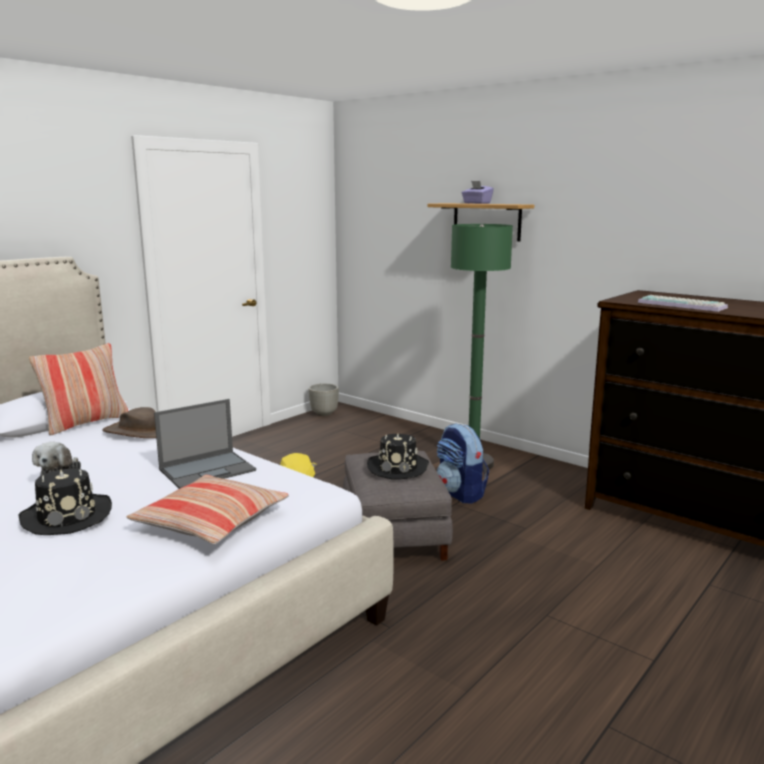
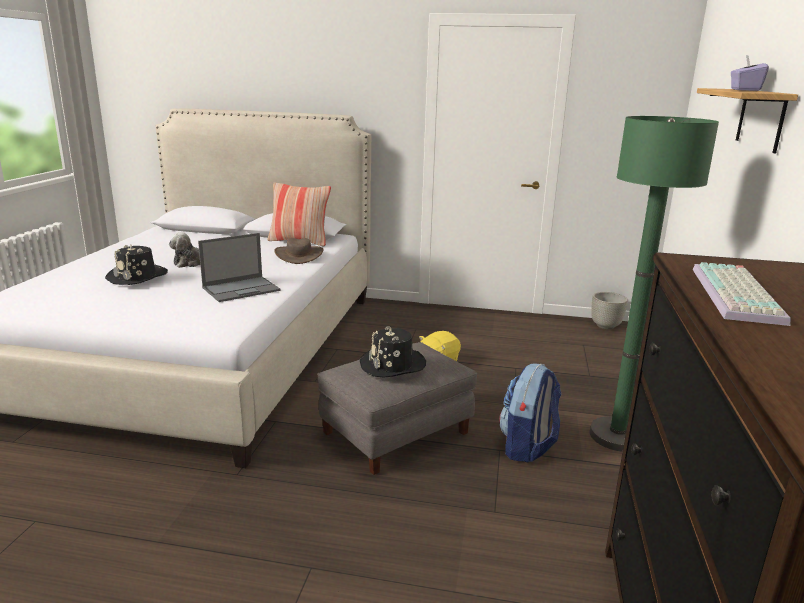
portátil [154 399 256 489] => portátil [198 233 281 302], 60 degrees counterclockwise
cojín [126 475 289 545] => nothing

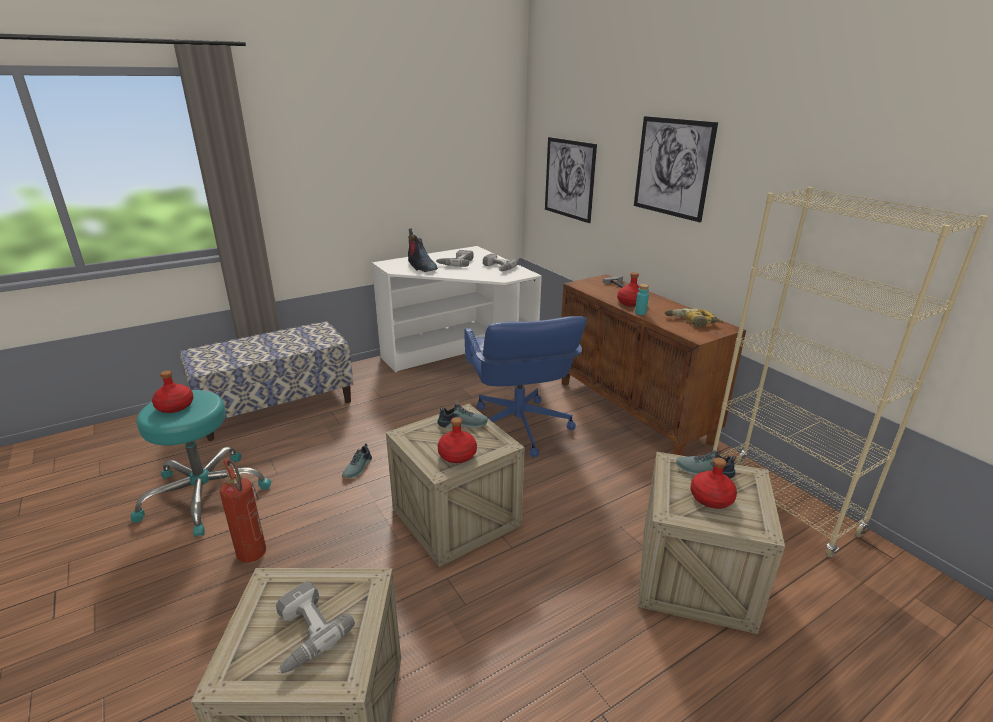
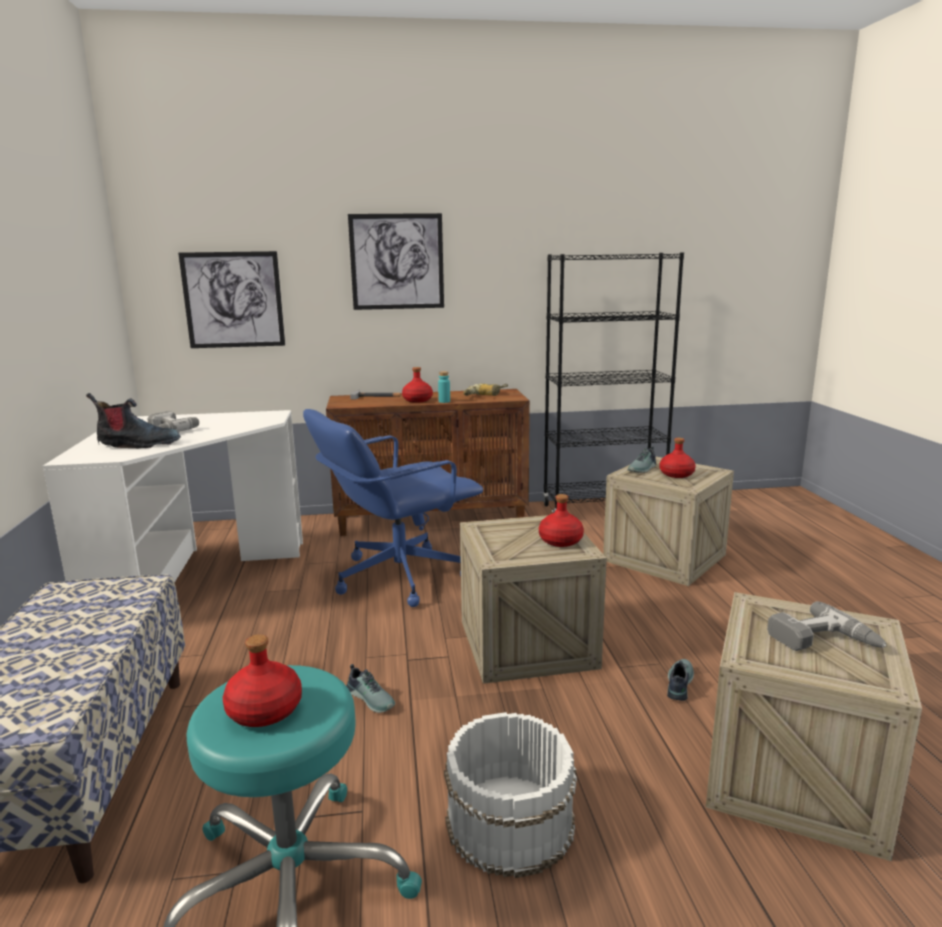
estantería (beis) [713 187 988 558] => estantería (negro) [543 252 684 513]
taladro [483 254 519 271] => nothing
silla de oficina (azul) [464 316 587 457] => silla de oficina (azul) [303 409 483 607], 135 degrees clockwise
zapato [437 404 488 428] => zapato [667 659 694 701], shifted
extintor [220 458 266 563] => cubo (blanco) [444 712 577 878]

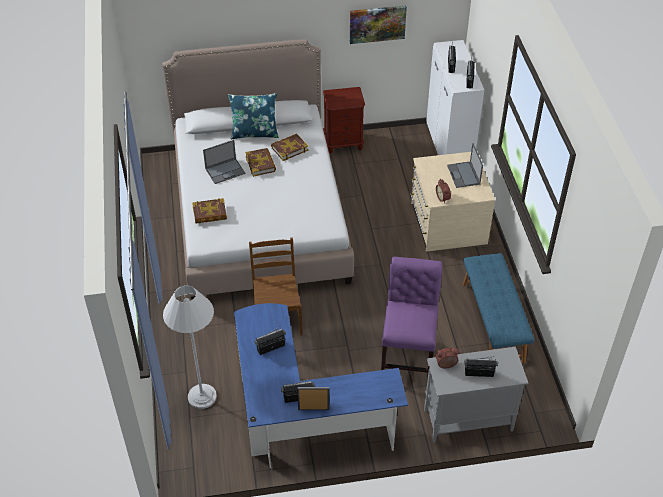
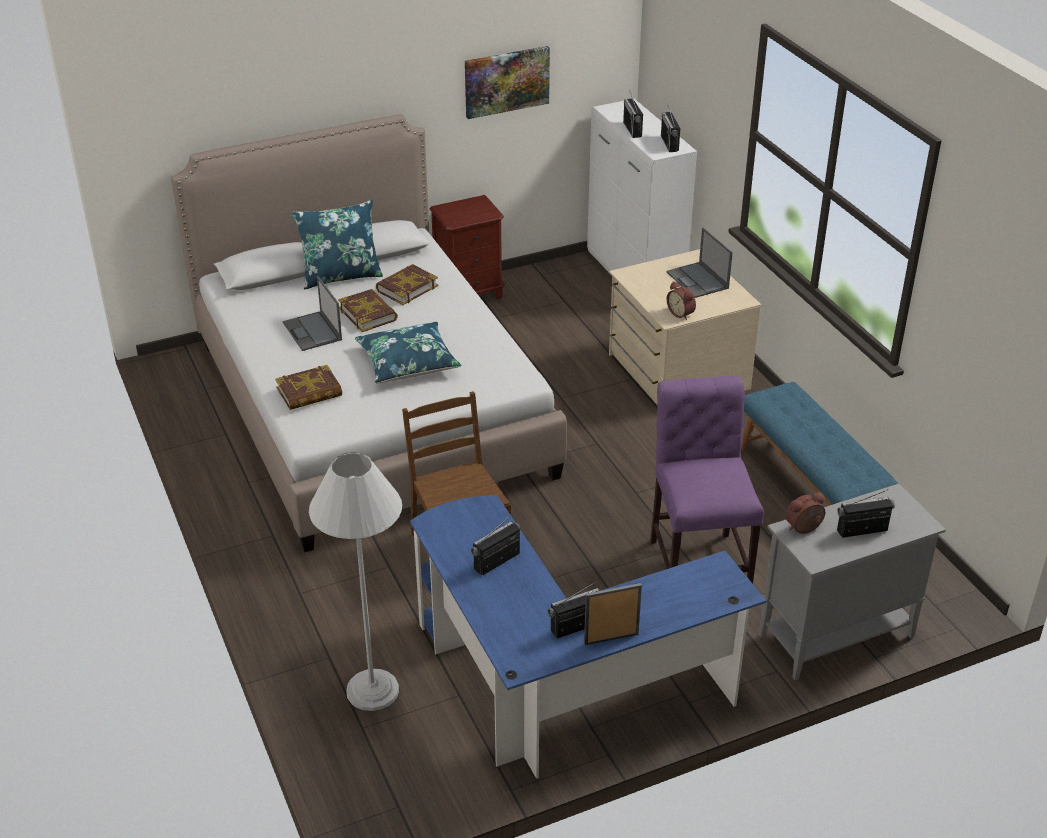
portátil [203 140 246 184] => portátil [283 276 342 351], 105 degrees clockwise
nothing => cojín (azul) [355 322 462 383]

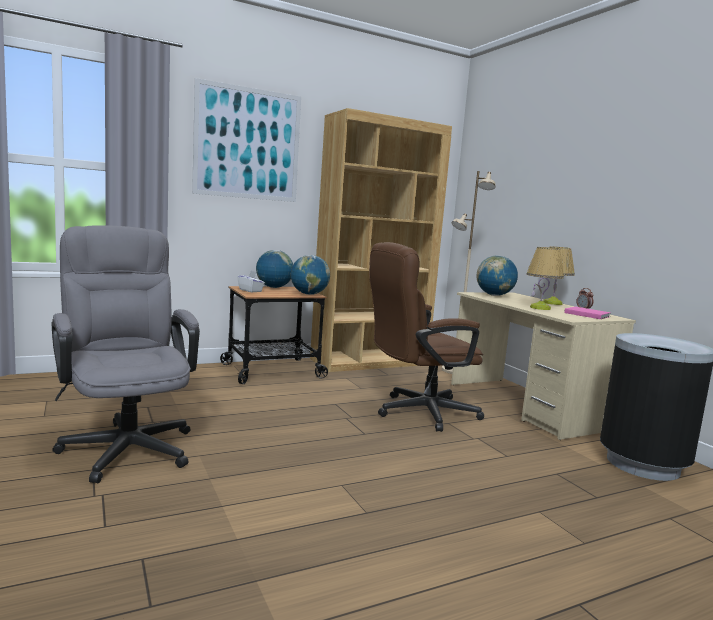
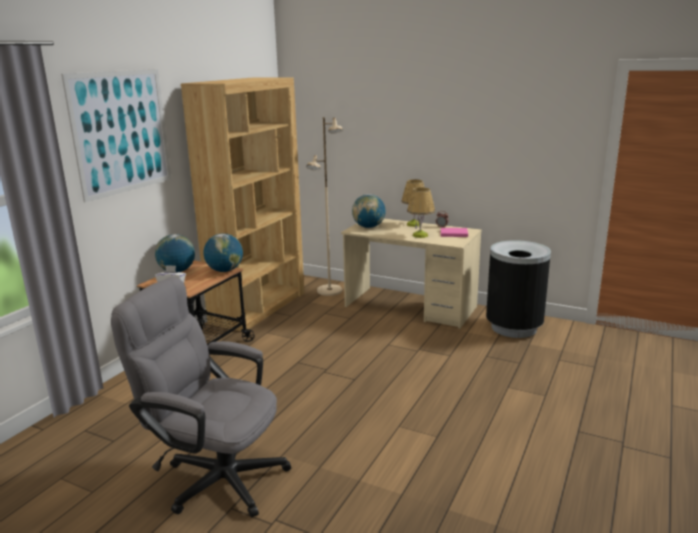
silla de oficina (marrón) [369 242 484 432] => nothing

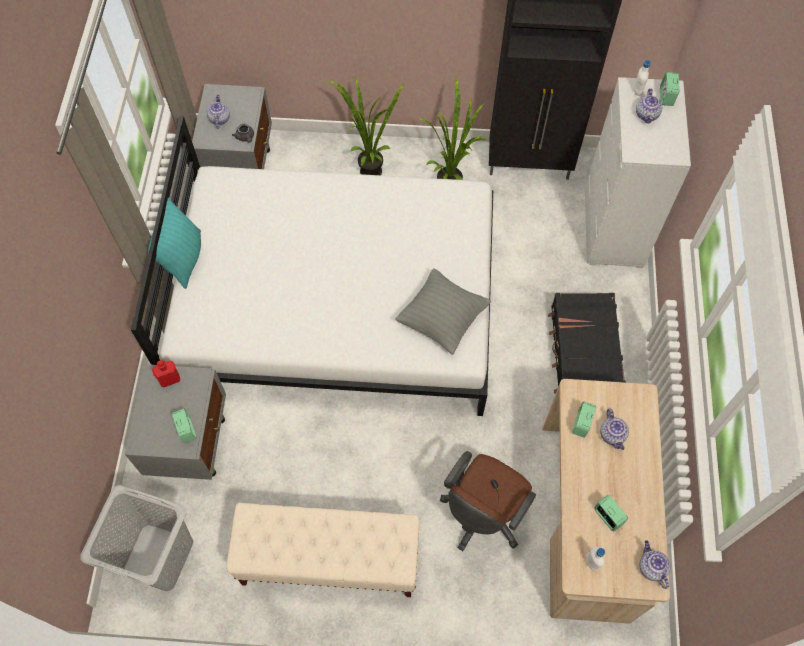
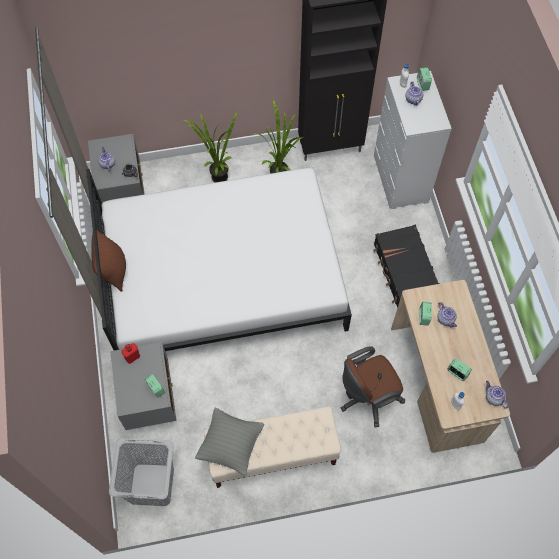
cojín (turquesa) [148 197 201 289] => cojín (marrón) [91 229 126 292]
cojín (gris) [395 268 491 355] => cojín (gris) [195 408 264 476], shifted
silla de oficina (marrón) [440 451 536 551] => silla de oficina (marrón) [341 346 405 427], 45 degrees clockwise

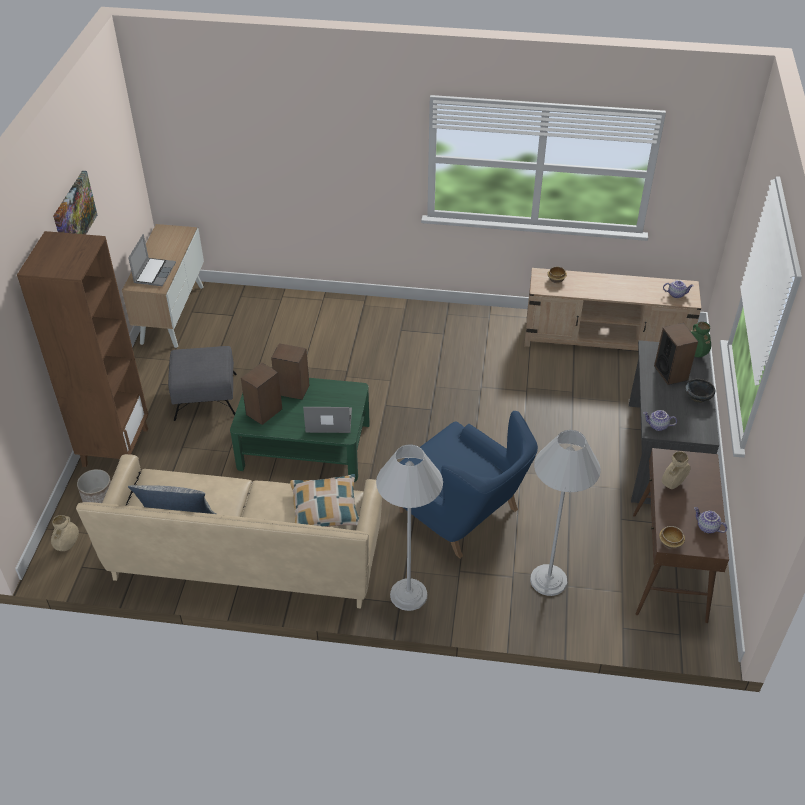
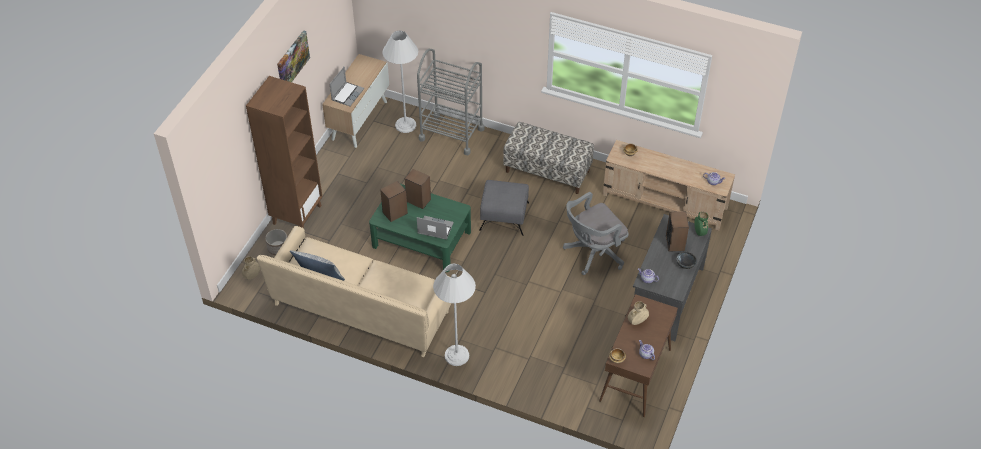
puf (gris) [168 346 237 421] => puf (gris) [479 180 529 236], shifted
sillón (azul) [399 411 538 559] => nothing
lámpara de pie (blanco) [530 430 601 596] => lámpara de pie (blanco) [382 31 418 133], shifted
cojín [290 474 359 527] => nothing
nothing => carrito (gris) [417 49 484 155]
nothing => banco [503 122 594 194]
nothing => silla de oficina (gris) [563 192 629 275]

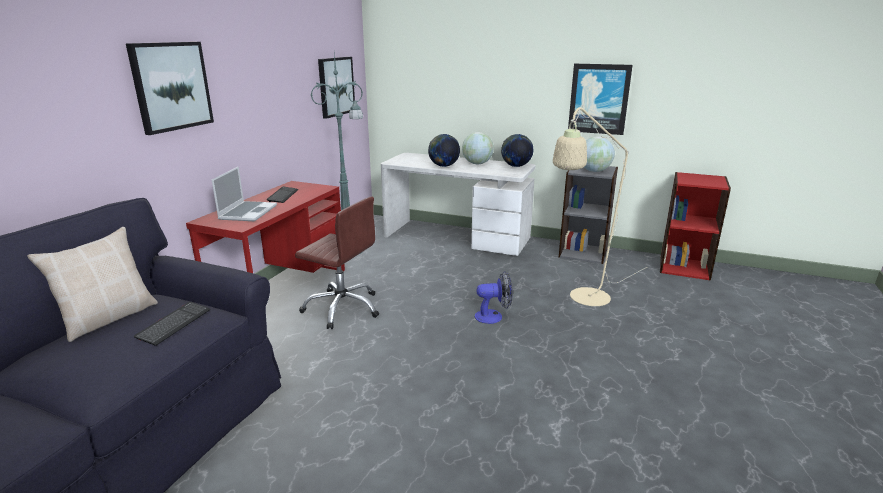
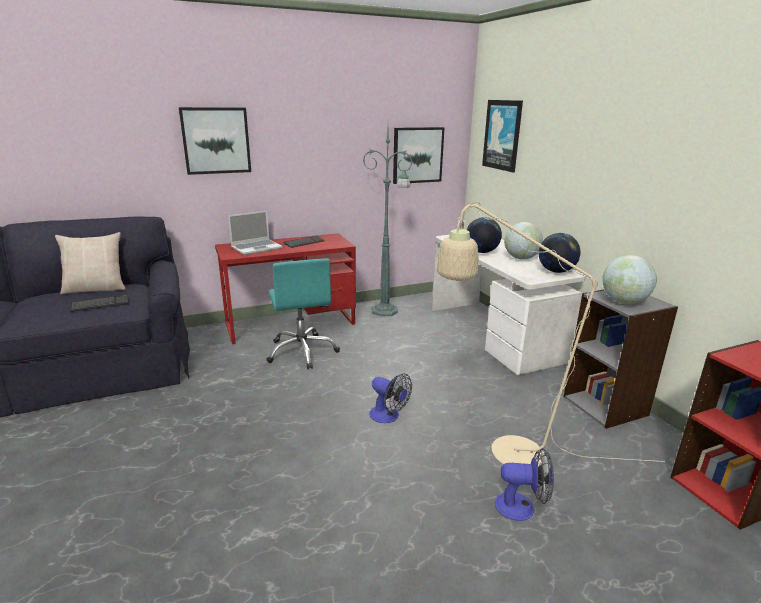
cuadro [568 64 633 135] => cuadro [482 100 523 173], shifted
silla de oficina (marrón) [295 196 379 329] => silla de oficina (turquesa) [266 258 340 369]
nothing => ventilador [495 448 554 521]

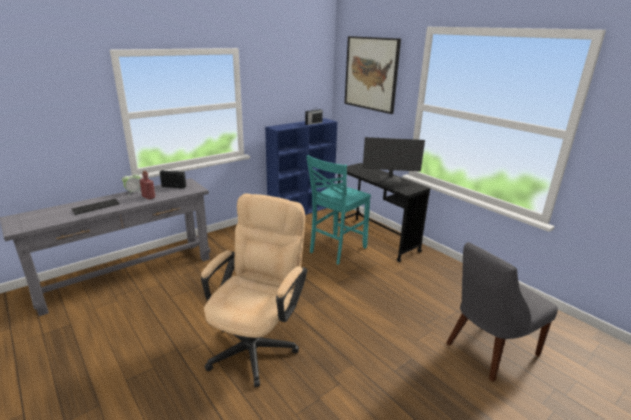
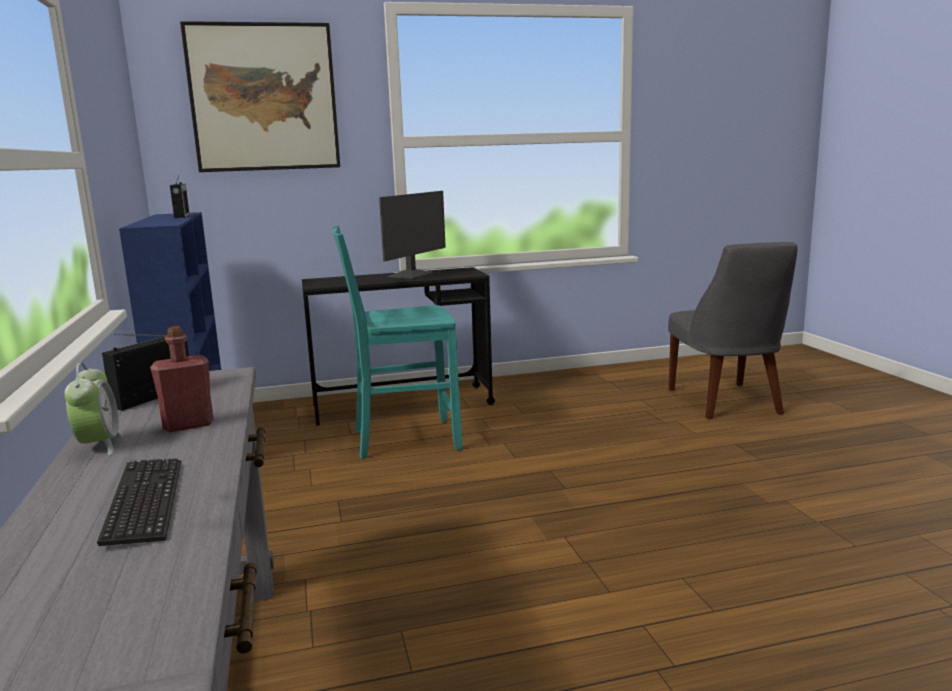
silla (turquesa) [306 155 371 265] => silla (turquesa) [333 226 462 459], 105 degrees clockwise
silla de oficina (beis) [201 194 307 387] => nothing

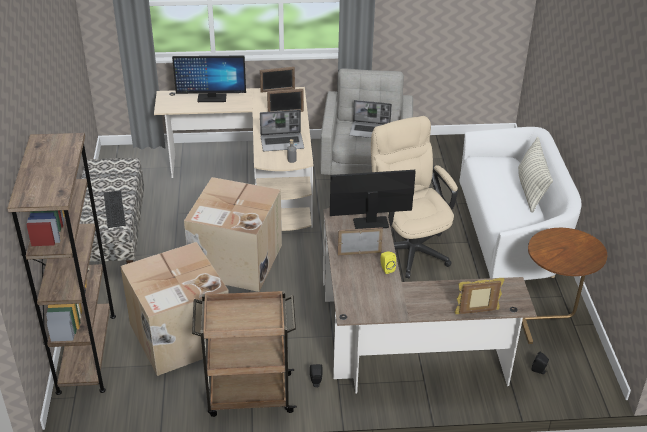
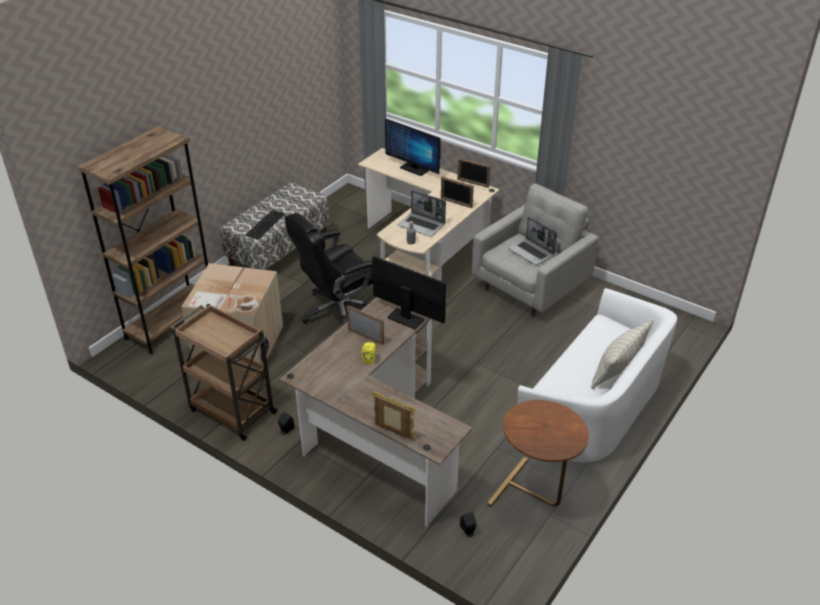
silla de oficina (beis) [371 116 458 279] => nothing
caja de cartón [184 177 282 292] => silla de oficina (negro) [285 213 373 325]

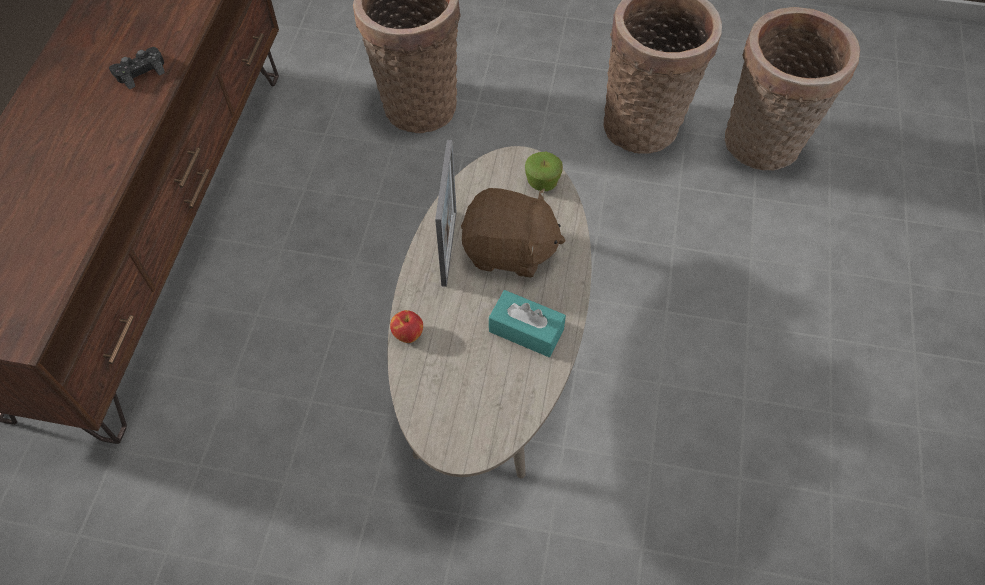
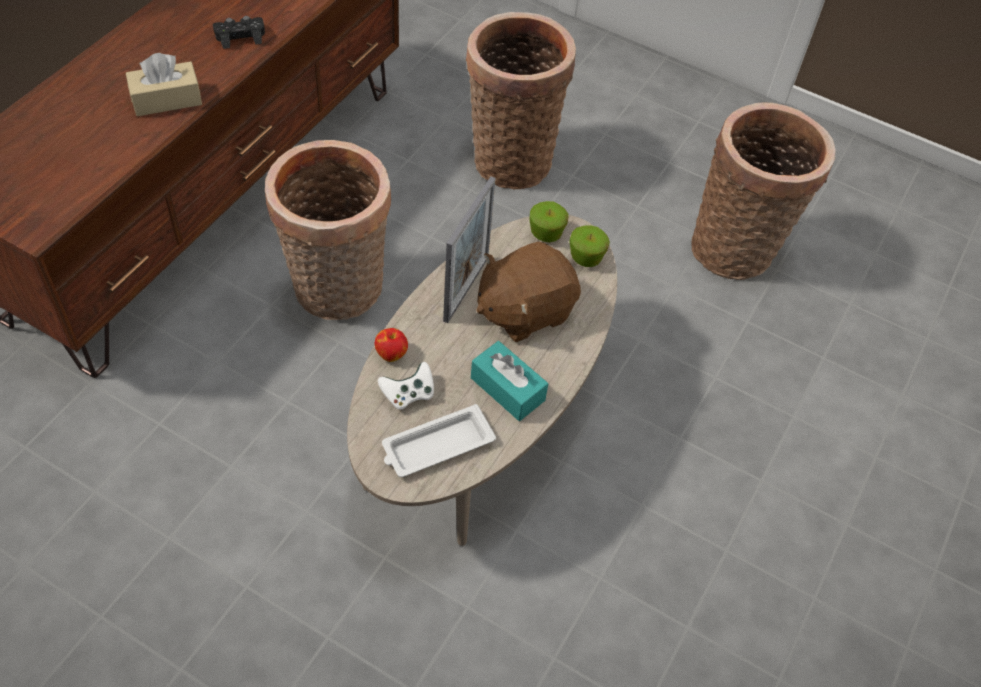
cesta [725 7 860 170] => cesta [265 140 391 320], shifted
peluche (marrón) [461 188 566 278] => peluche (marrón) [477 242 581 342], 120 degrees clockwise
nothing => caja de pañuelos (beis) [126 53 202 116]
nothing => manzana [529 201 569 242]
nothing => mando de consola (blanco) [378 362 434 410]
nothing => bandeja (blanco) [382 404 496 477]

